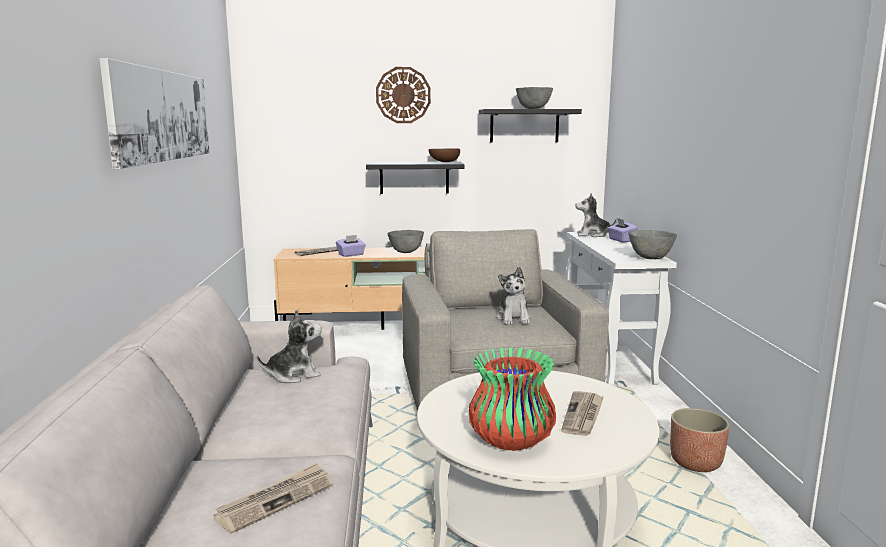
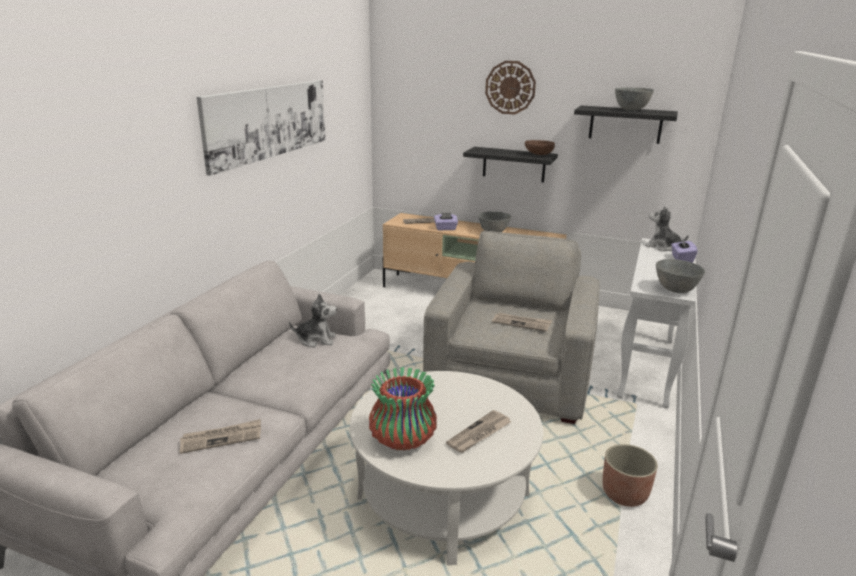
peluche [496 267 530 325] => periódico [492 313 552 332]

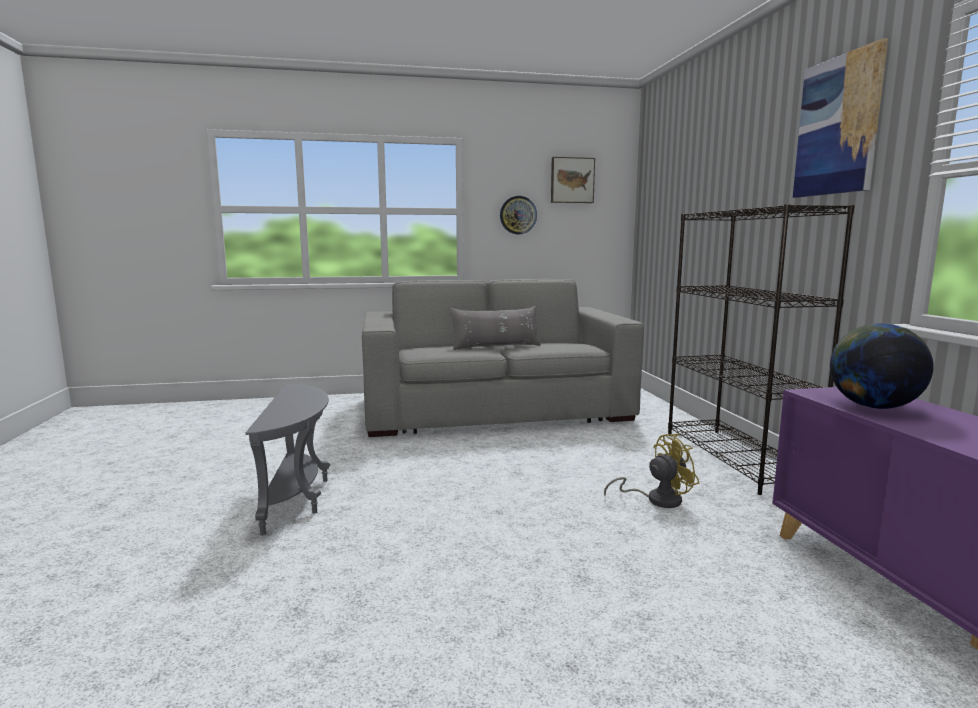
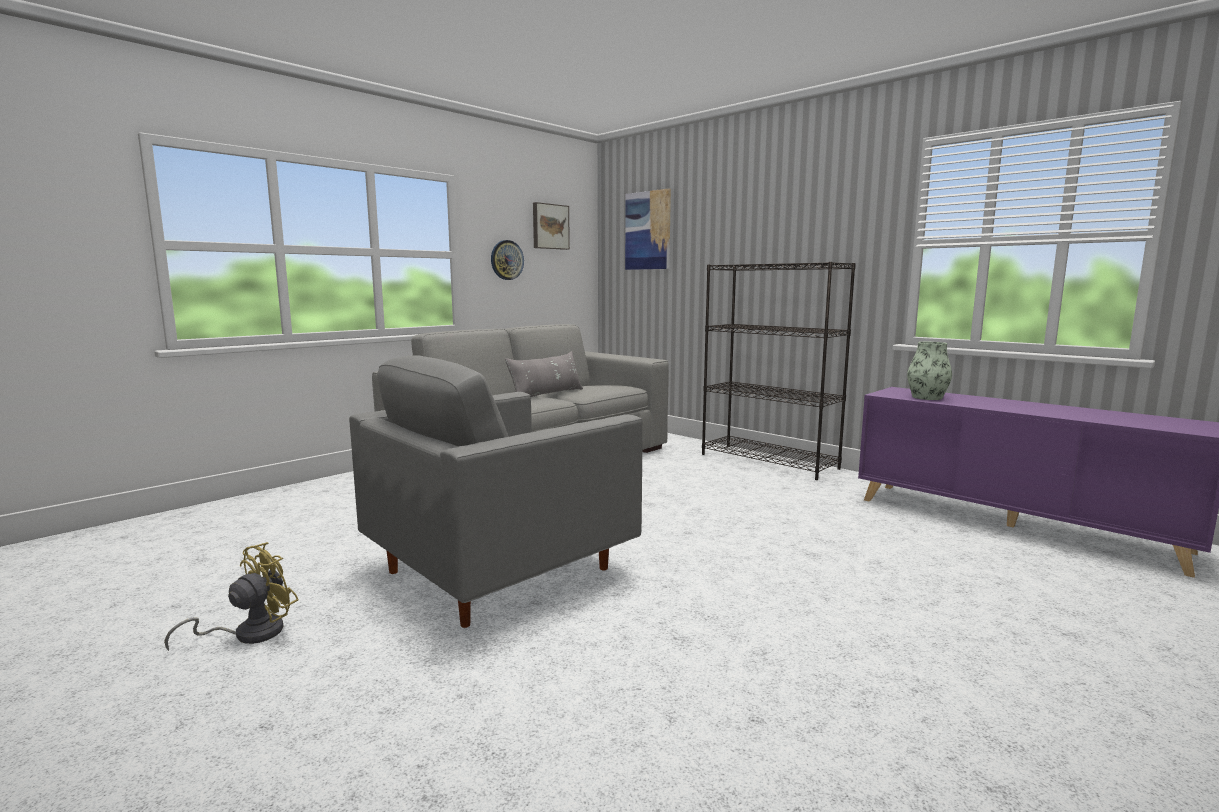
cuadro [793 38 888 198] => cuadro [625 188 671 270], shifted
globo terráqueo [830 323 934 409] => florero [907 342 952 400]
mesa auxiliar (gris) [246 384 330 535] => sillón (gris) [349 355 643 628]
ventilador (amarillo) [604 434 699 508] => ventilador (amarillo) [164 542 298 651], shifted

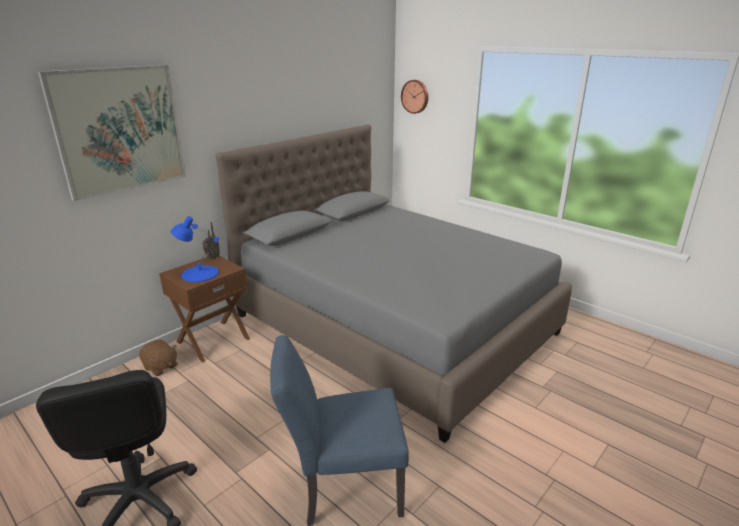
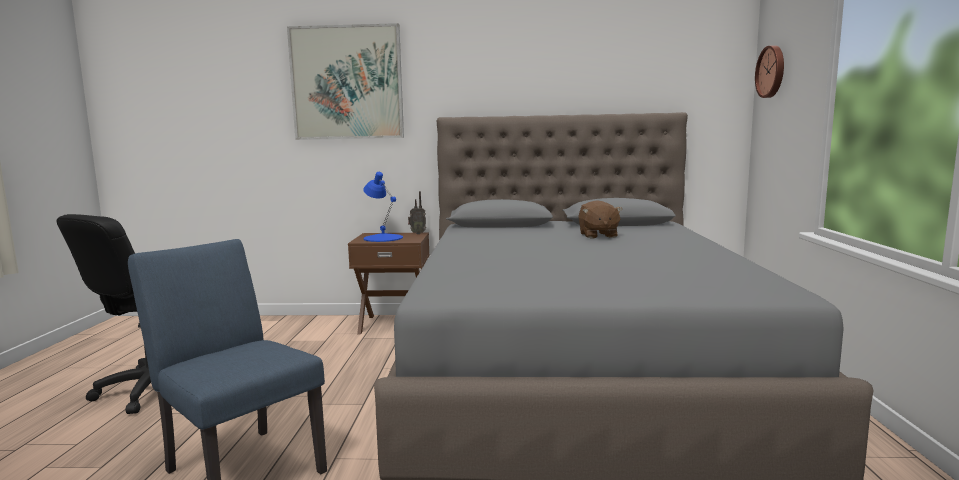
peluche (marrón) [139 340 177 376] => peluche (marrón) [578 200 622 238], shifted

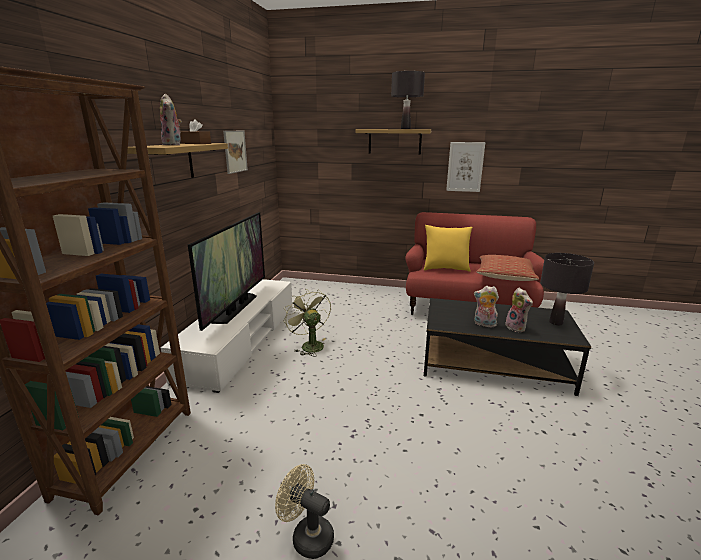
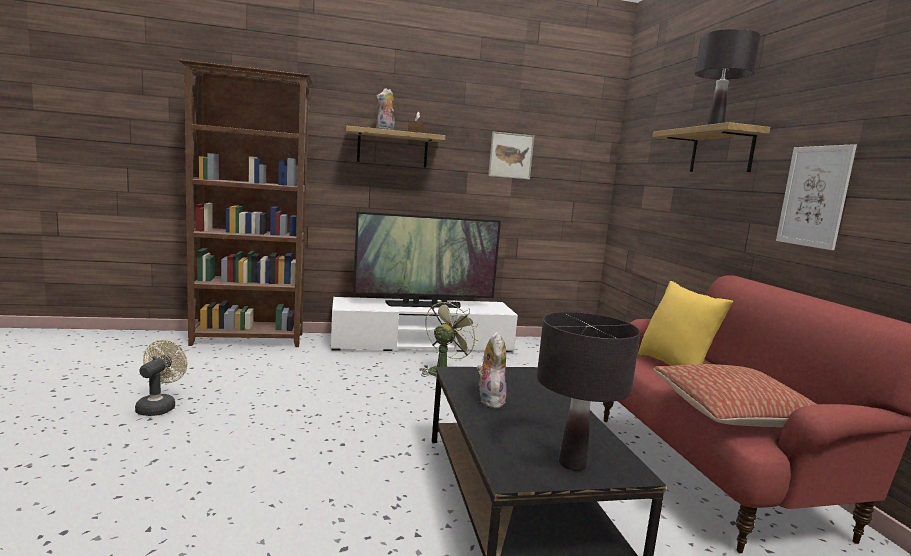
peluche [505 287 533 332] => nothing

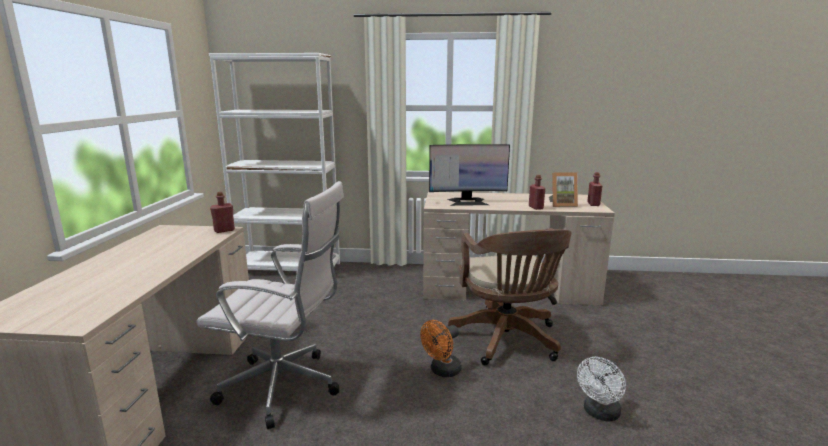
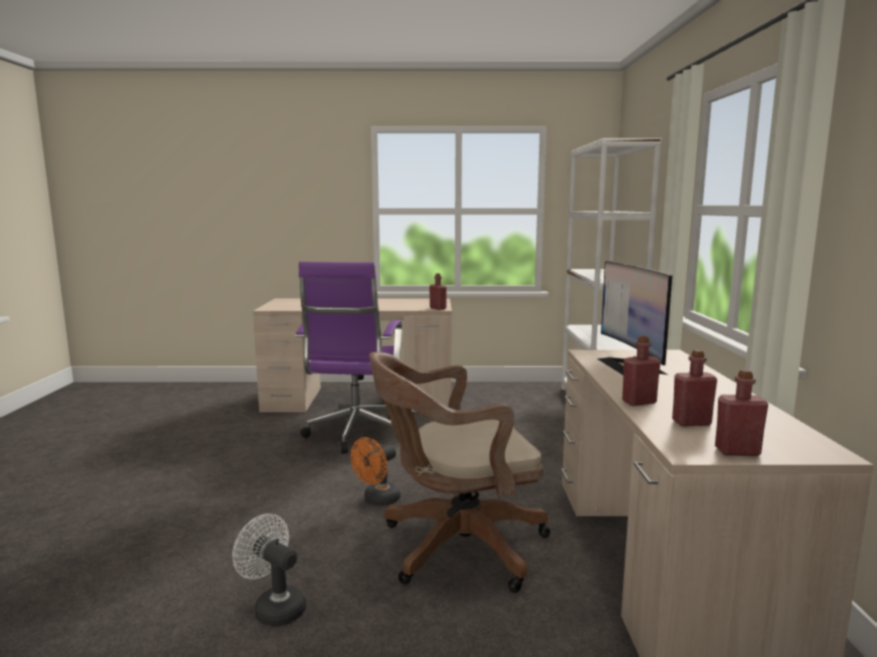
portarretratos [549 173 578 207] => botella (rojo) [672 350 717 426]
silla de oficina (blanco) [196 181 344 429] => silla de oficina (morado) [295 262 402 454]
ventilador (naranja) [420 320 462 377] => ventilador (naranja) [351 437 401 506], 90 degrees counterclockwise

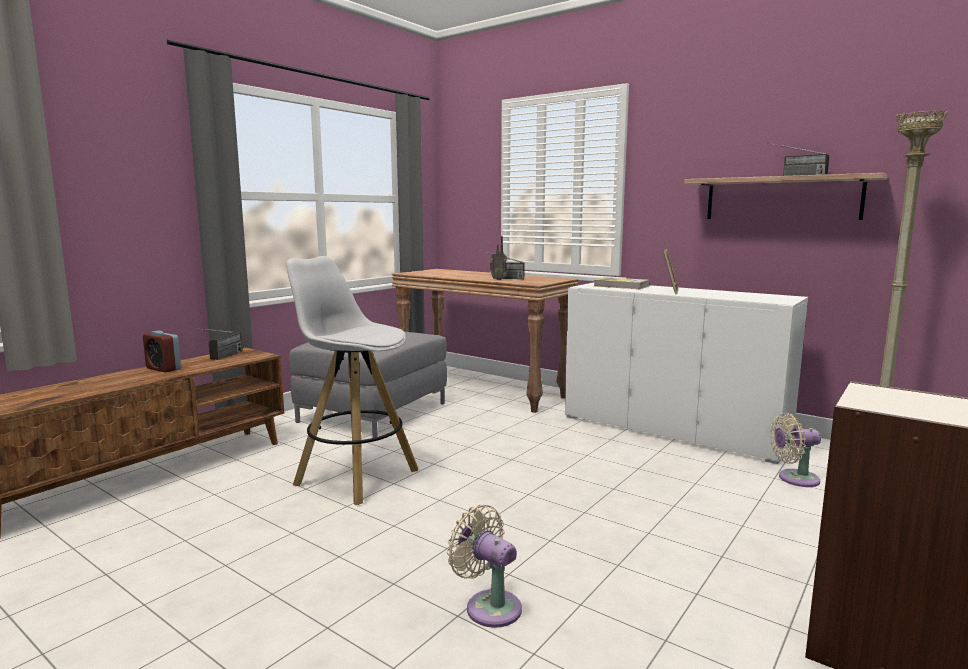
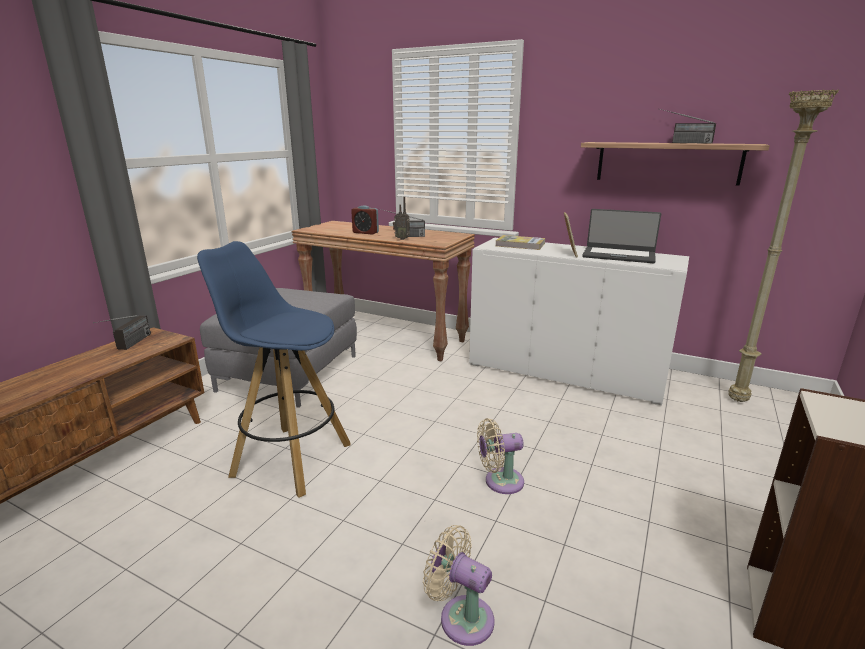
taburete (blanco) [286 256 418 505] => taburete (azul) [197 241 351 498]
despertador [143 330 181 373] => despertador [351 205 379 235], shifted
ventilador (beis) [770 413 821 487] => ventilador (beis) [477 418 524 494], shifted
nothing => portátil [582 209 661 263]

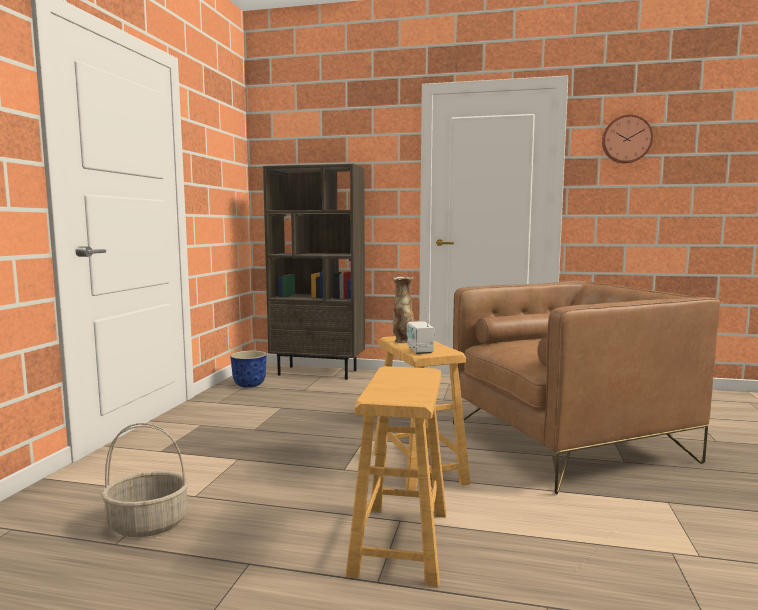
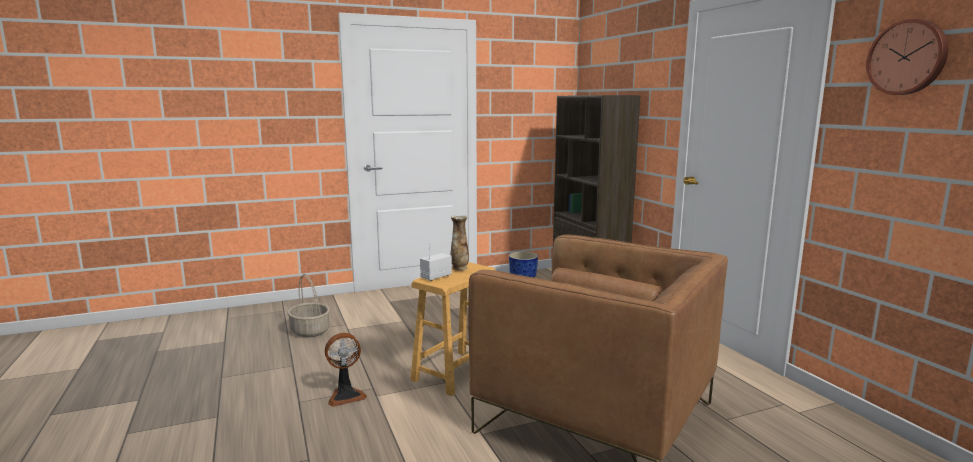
taburete (marrón) [346 366 447 587] => ventilador [325 333 367 407]

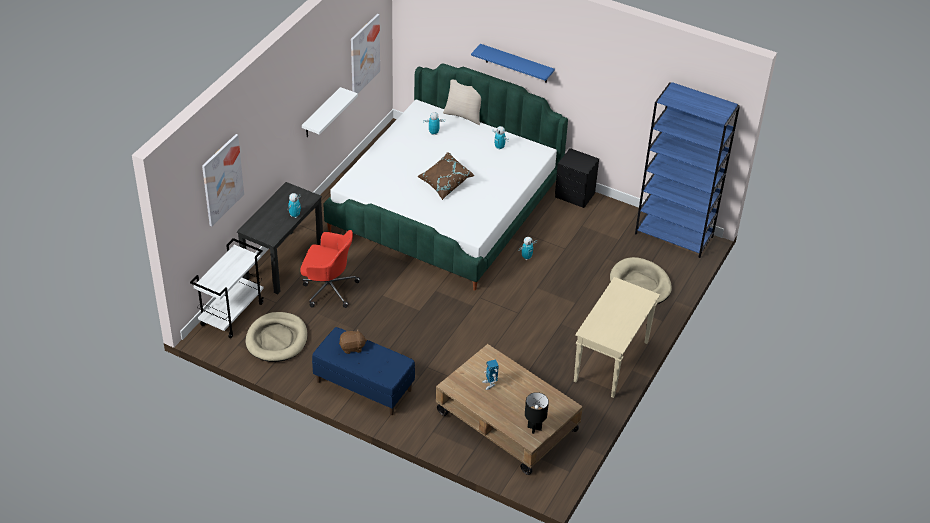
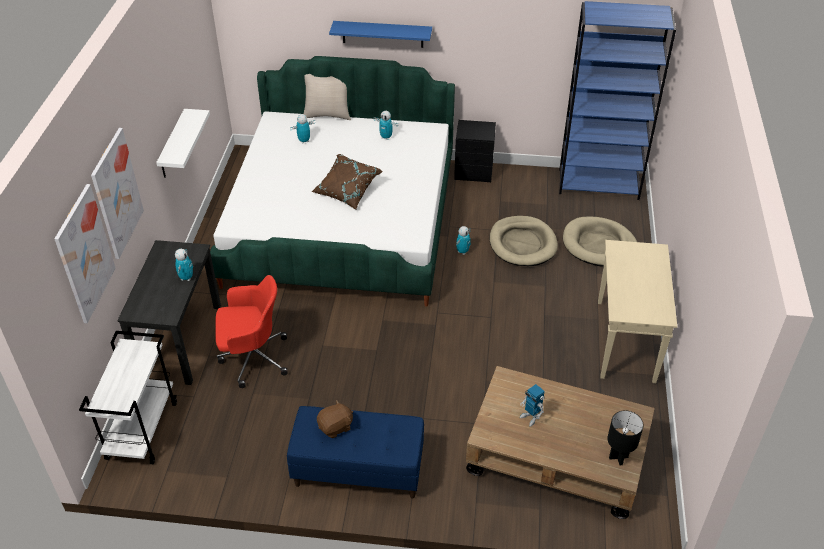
cuadro [351 14 380 93] => cuadro [91 128 144 259], shifted
cama para perro (beis) [245 312 307 362] => cama para perro (beis) [489 216 558 266], shifted

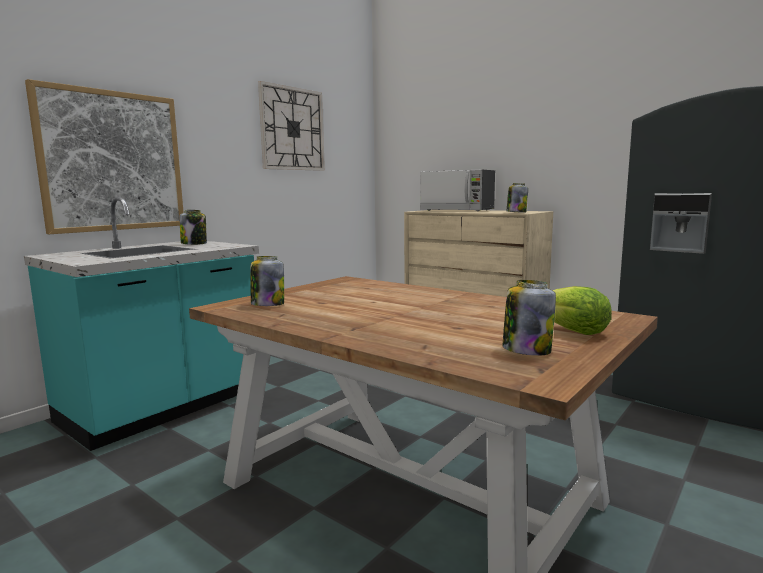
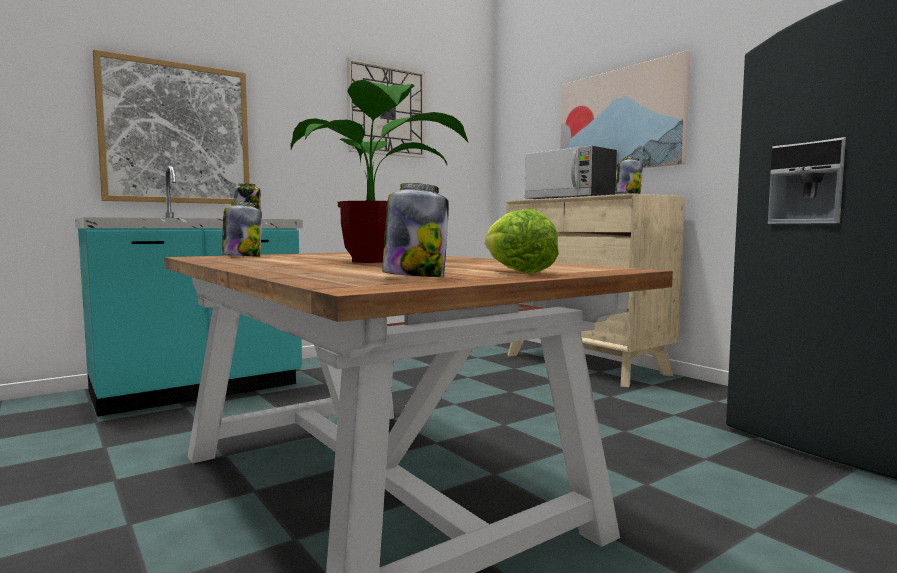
nothing => cuadro [560 51 691 171]
nothing => planta en maceta [290 80 468 263]

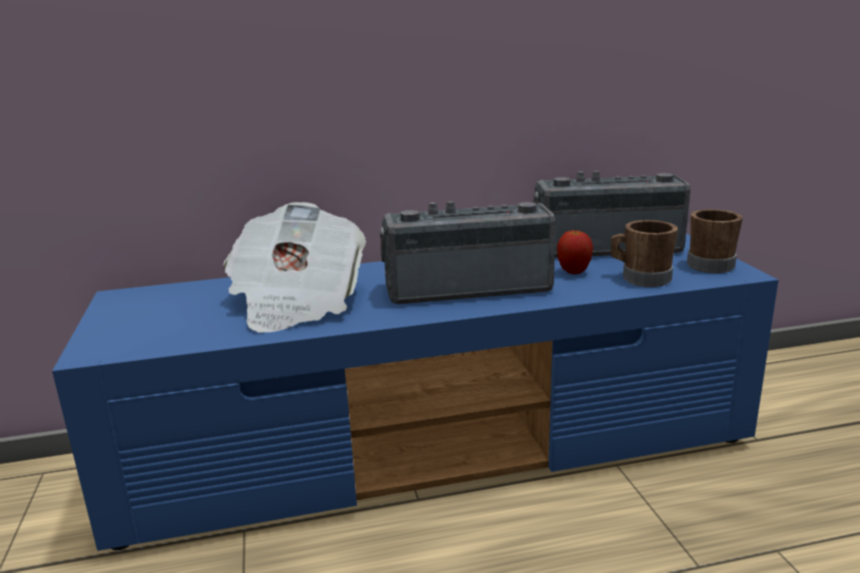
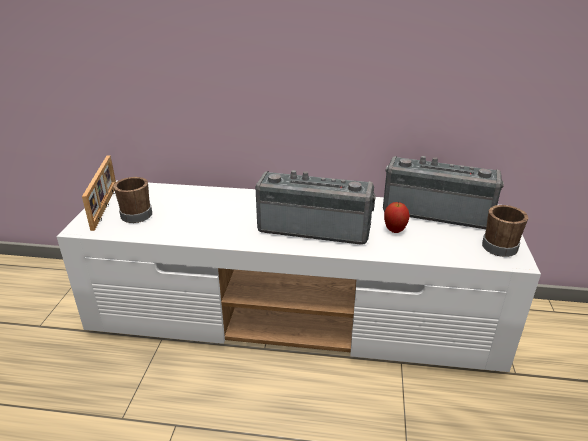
periódico [223 202 366 333] => nothing
taza grande (marrón) [611 220 678 287] => taza grande (marrón) [113 177 152 223], shifted
mueble de televisión (azul) [52 234 778 551] => mueble de televisión (blanco) [56 181 541 372]
nothing => portarretratos [82 155 116 231]

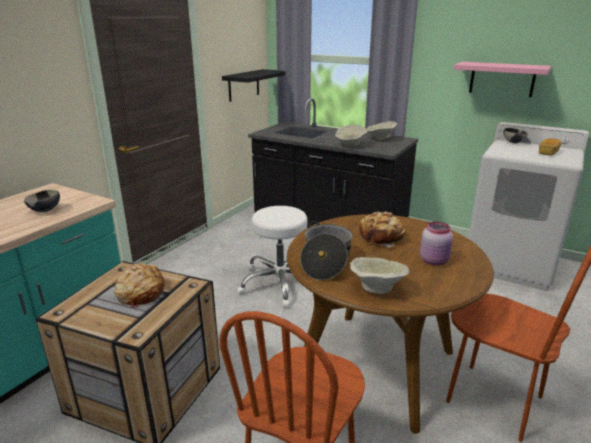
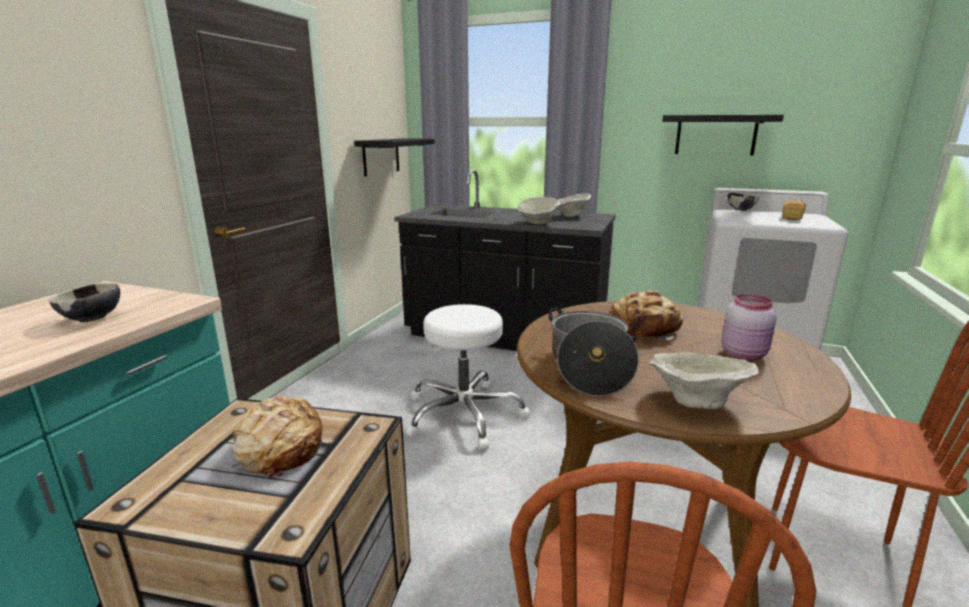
estante (rosa) [453 62 551 97] => estante (negro) [662 115 784 155]

